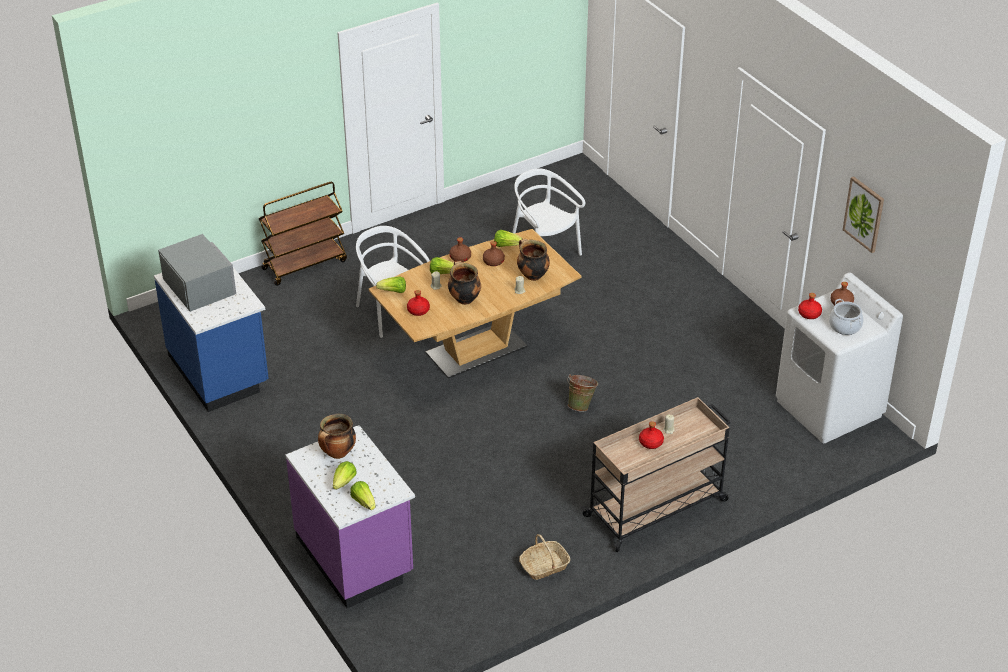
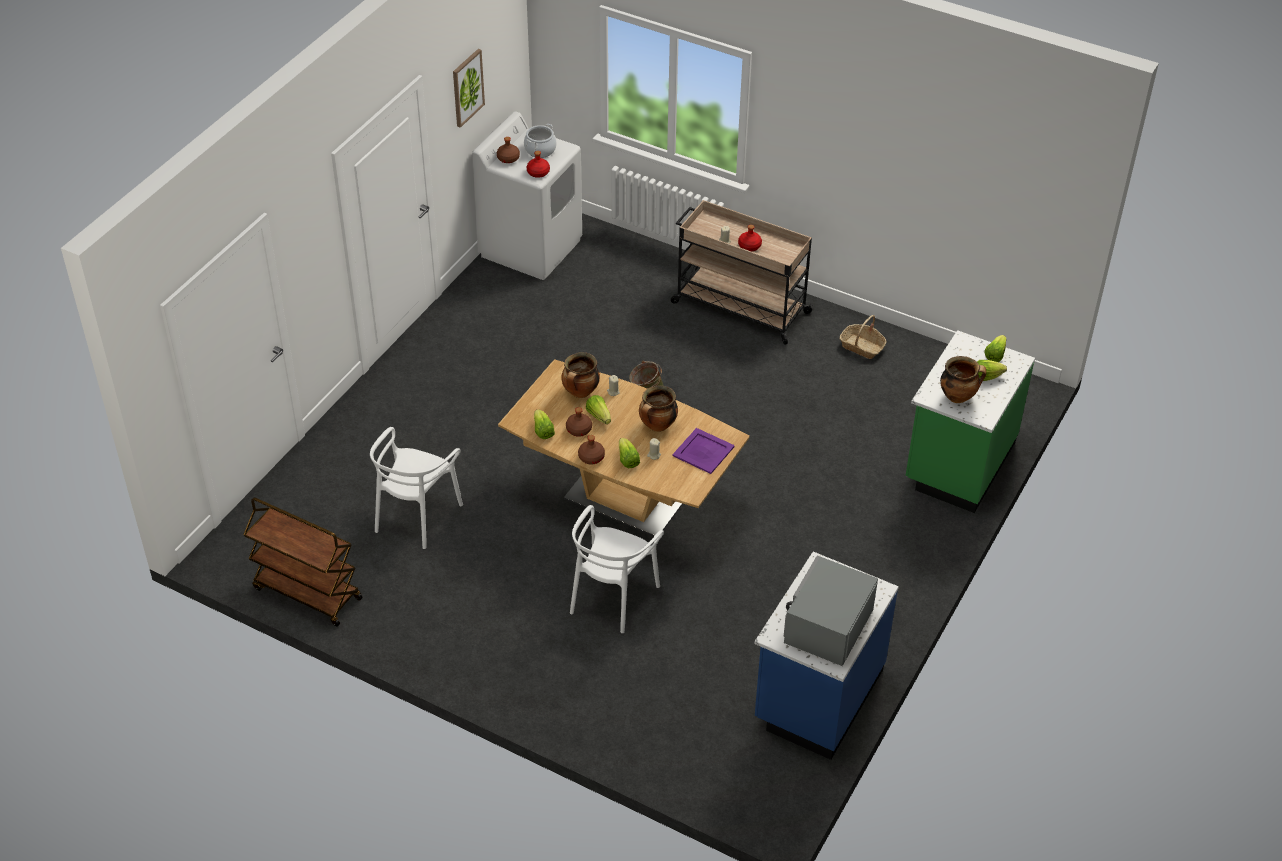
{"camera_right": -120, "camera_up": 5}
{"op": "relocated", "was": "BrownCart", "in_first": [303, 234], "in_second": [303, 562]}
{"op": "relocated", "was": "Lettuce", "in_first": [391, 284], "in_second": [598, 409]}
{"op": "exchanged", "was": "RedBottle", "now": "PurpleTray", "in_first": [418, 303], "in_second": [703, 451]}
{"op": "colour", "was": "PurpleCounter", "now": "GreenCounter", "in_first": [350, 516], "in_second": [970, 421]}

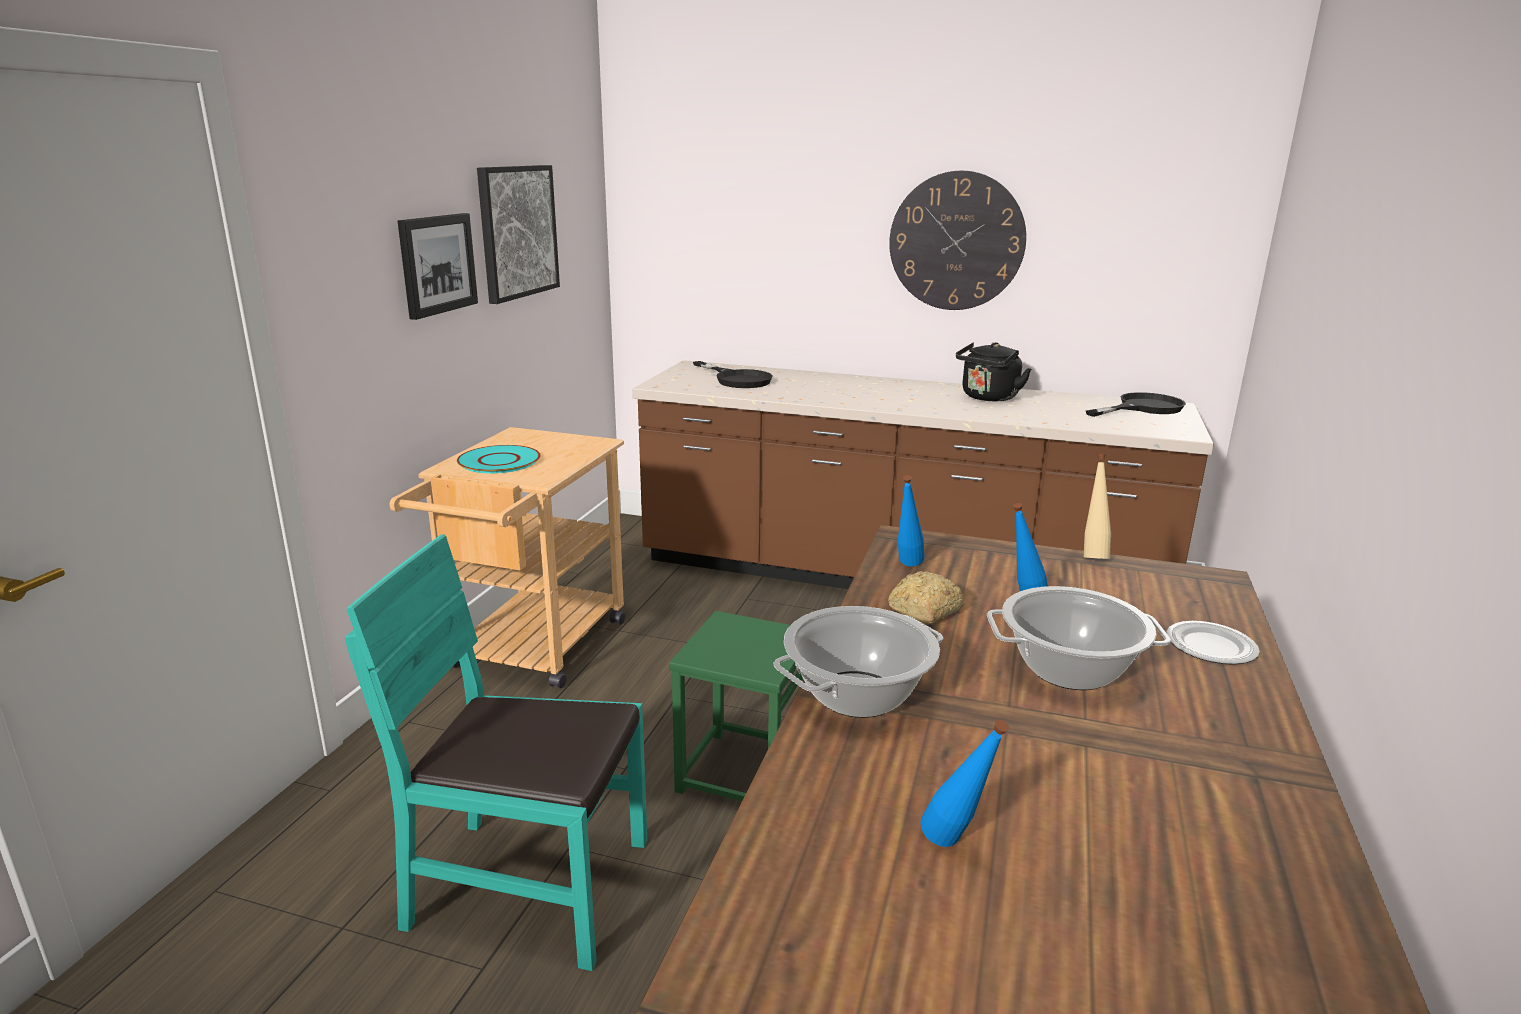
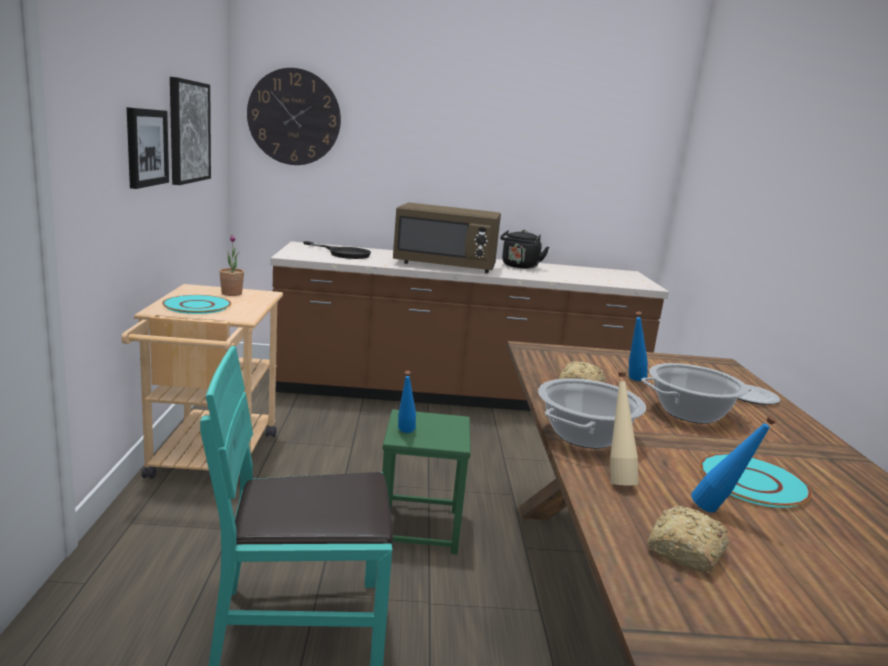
{"camera_right": -20, "camera_up": -5}
{"op": "appeared", "now": "PottedPlant", "in_second": [231, 265]}
{"op": "relocated", "was": "WallClock", "in_first": [957, 240], "in_second": [294, 116]}
{"op": "appeared", "now": "BrownMicrowave", "in_second": [447, 237]}
{"op": "relocated", "was": "BlueBottle", "in_first": [911, 520], "in_second": [407, 402]}
{"op": "relocated", "was": "BeigeBottle", "in_first": [1097, 506], "in_second": [624, 429]}
{"op": "appeared", "now": "Bread", "in_second": [688, 539]}
{"op": "appeared", "now": "TurquoisePlate", "in_second": [756, 480]}
{"op": "missing", "was": "BlackFryingPan", "in_first": [1136, 404]}

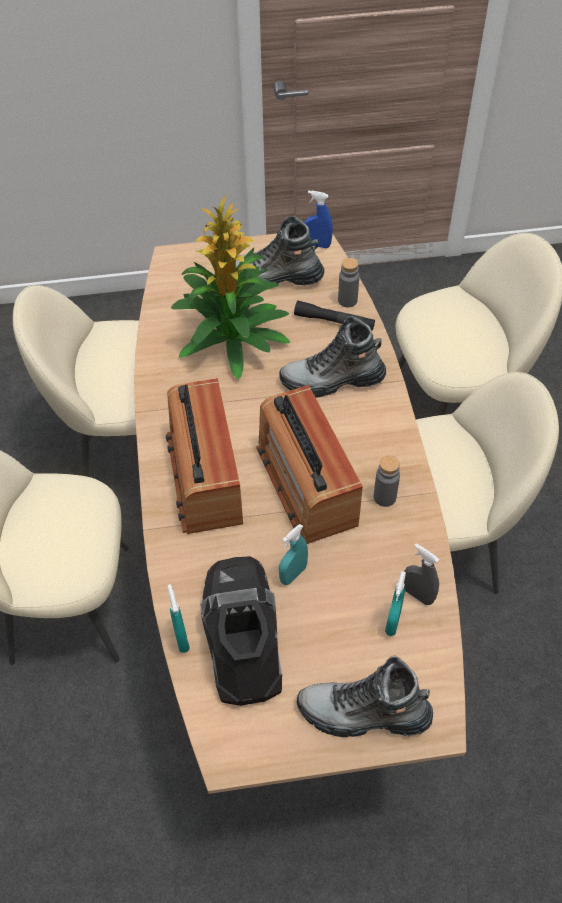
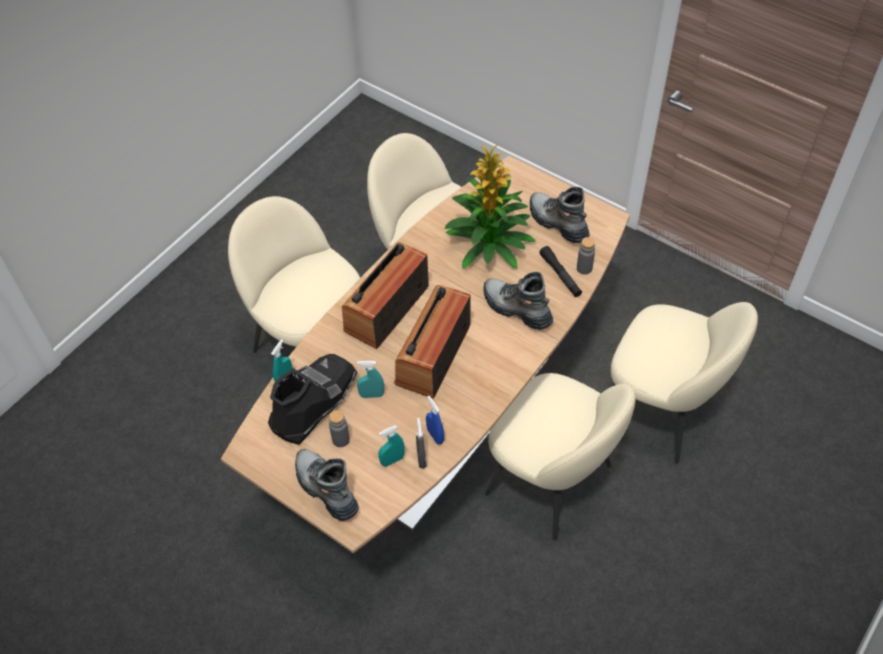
{"camera_right": 45, "camera_up": 0}
{"op": "relocated", "was": "GreyBottle", "in_first": [387, 481], "in_second": [339, 428]}
{"op": "relocated", "was": "BlueSprayBottle", "in_first": [318, 219], "in_second": [435, 420]}

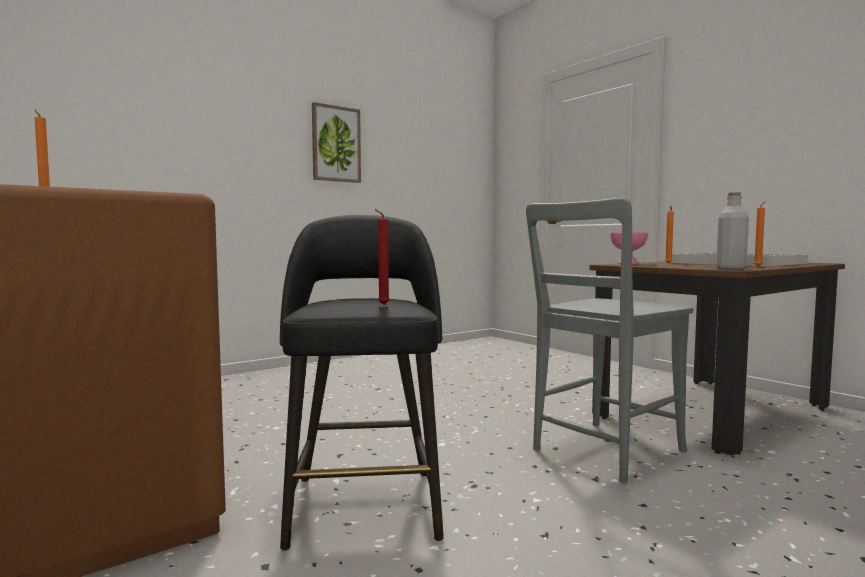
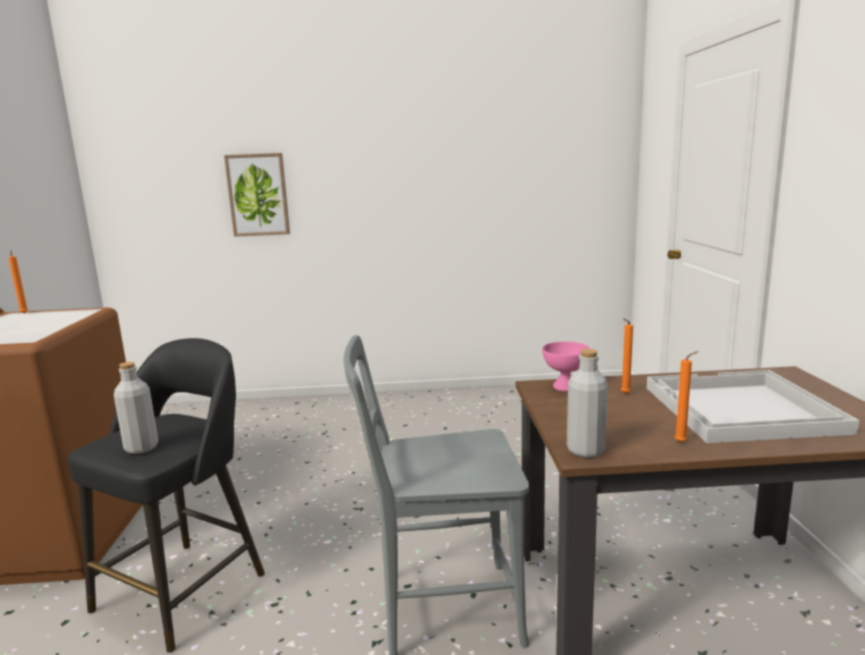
{"camera_right": 35, "camera_up": 10}
{"op": "exchanged", "was": "RedCandle", "now": "GreyBottle", "in_first": [382, 257], "in_second": [136, 408]}
{"op": "relocated", "was": "Picture", "in_first": [336, 142], "in_second": [257, 195]}

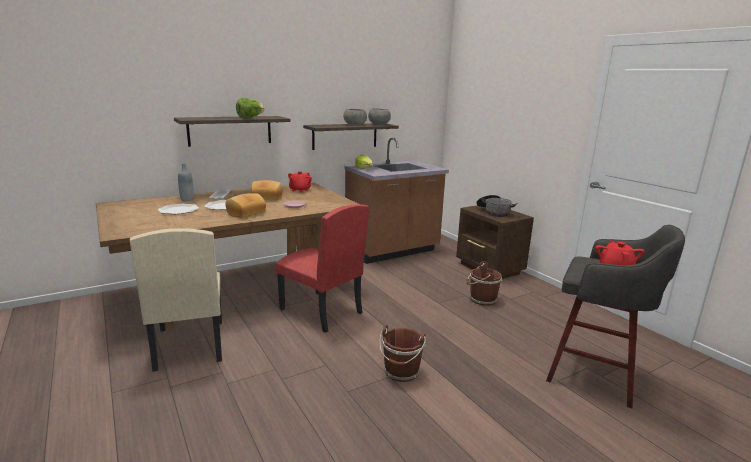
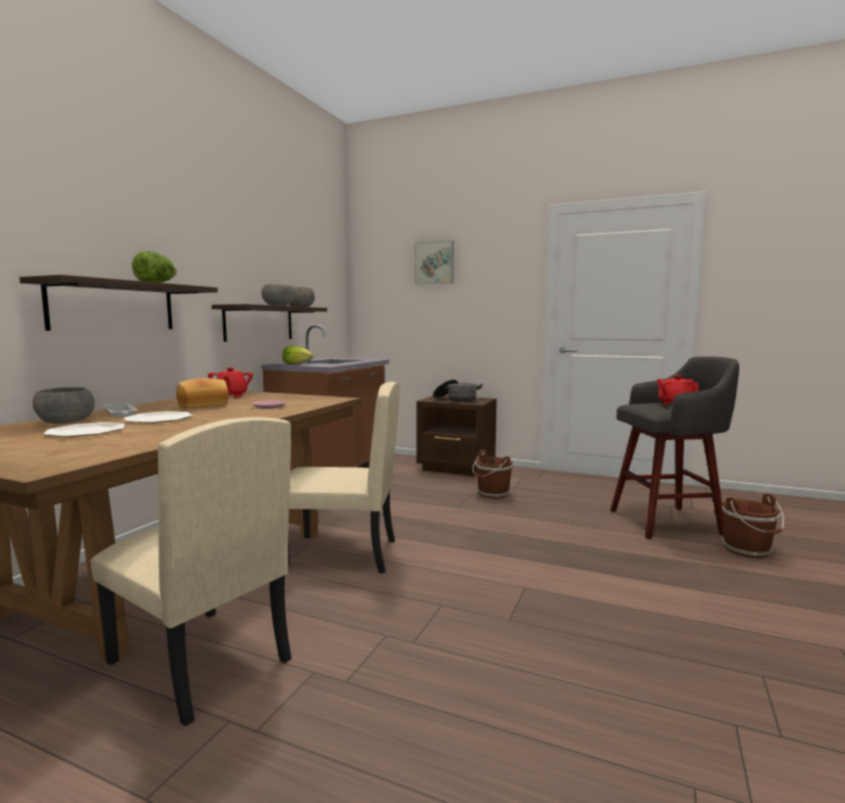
{"camera_right": -35, "camera_up": -10}
{"op": "exchanged", "was": "GreyBottle", "now": "GreyBowl", "in_first": [186, 182], "in_second": [63, 405]}
{"op": "colour", "was": "RedChair", "now": "BeigeChair", "in_first": [322, 268], "in_second": [344, 477]}
{"op": "appeared", "now": "Picture", "in_second": [434, 262]}
{"op": "relocated", "was": "BrownBucket", "in_first": [402, 353], "in_second": [753, 526]}
{"op": "missing", "was": "Bread", "in_first": [245, 205]}

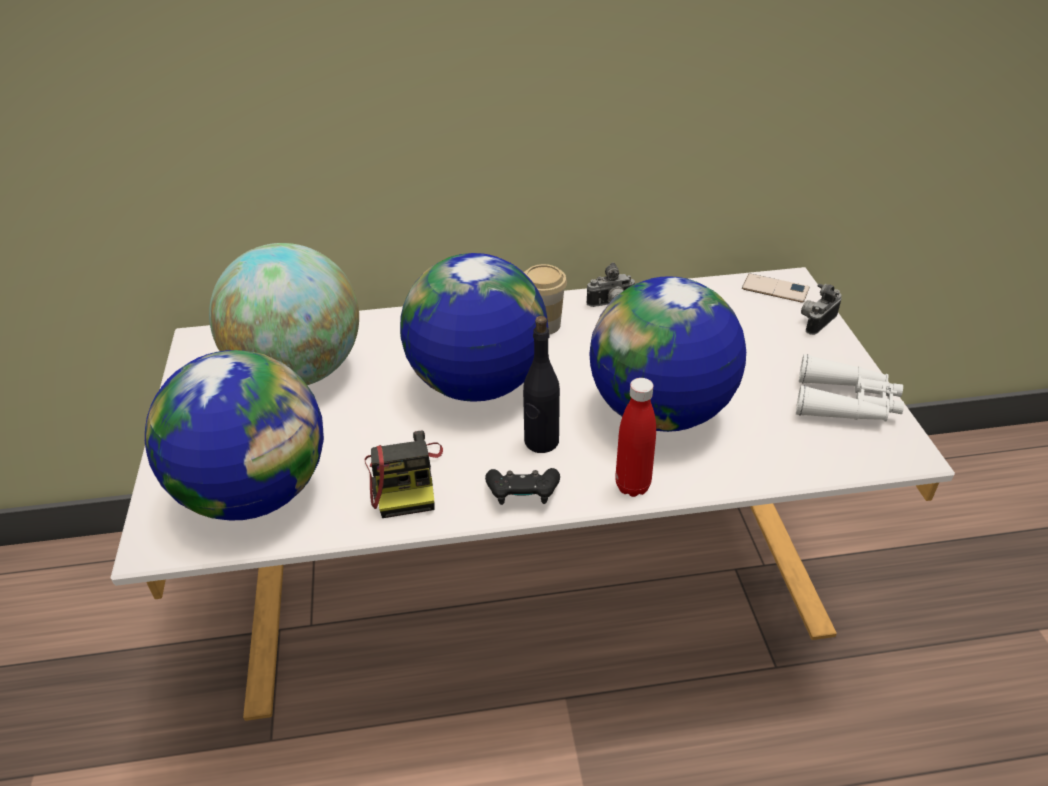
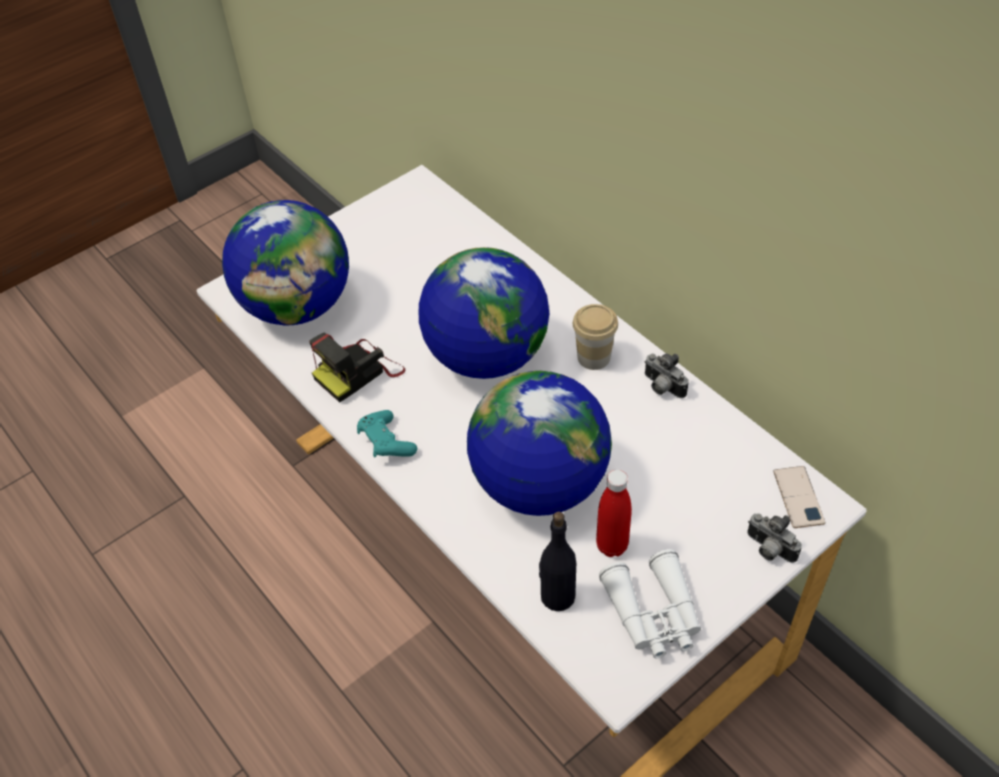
{"camera_right": 60, "camera_up": 10}
{"op": "colour", "was": "BlackGameController", "now": "TurquoiseGameController", "in_first": [522, 486], "in_second": [387, 433]}
{"op": "relocated", "was": "BlackBottle", "in_first": [541, 384], "in_second": [557, 561]}
{"op": "relocated", "was": "RedBottle", "in_first": [635, 437], "in_second": [614, 513]}
{"op": "spun", "was": "PhotoCamera", "in_first": [821, 309], "in_second": [774, 538], "clockwise": -150}
{"op": "missing", "was": "Globe", "in_first": [284, 314]}

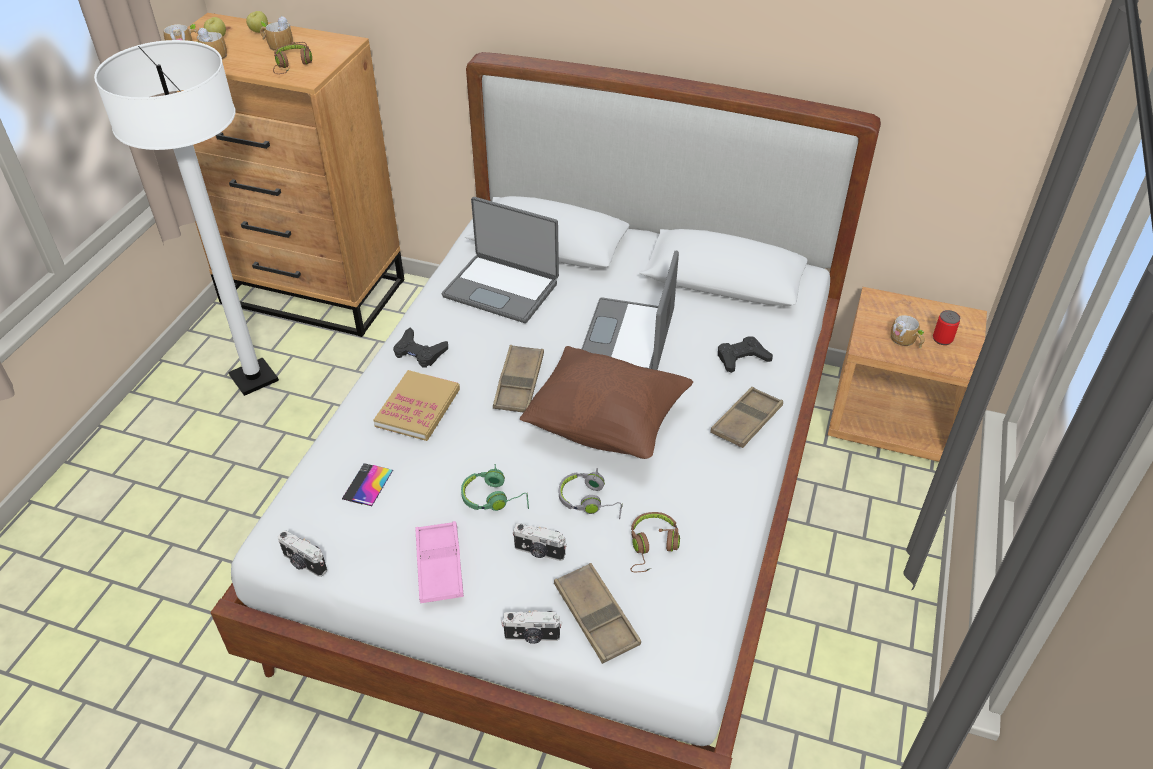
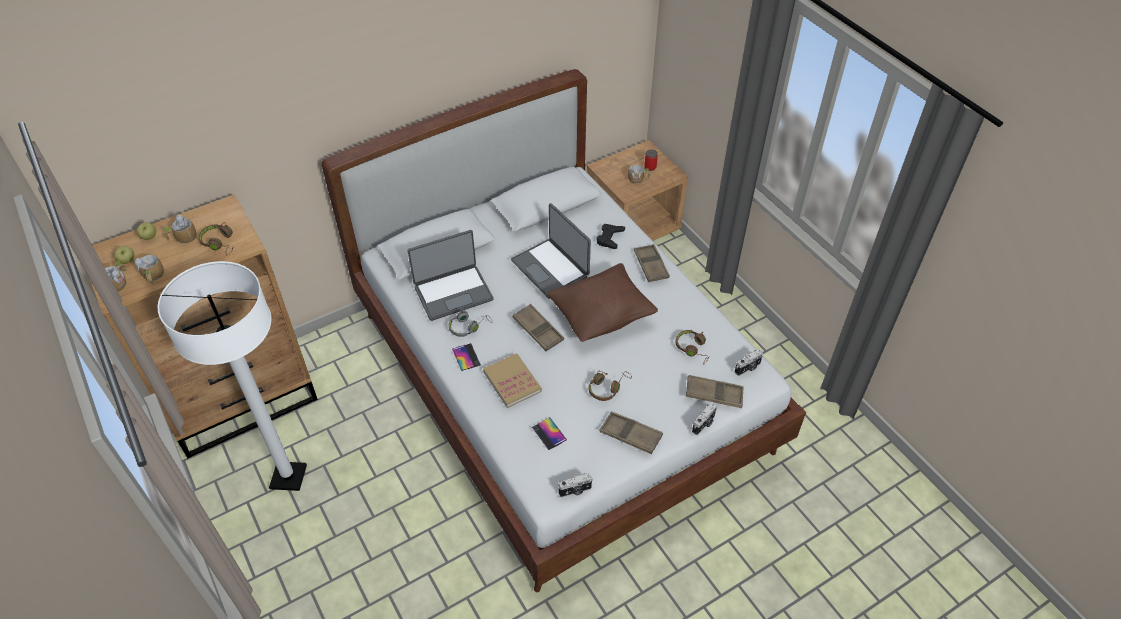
{"camera_right": -50, "camera_up": 5}
{"op": "relocated", "was": "GreyHeadphones", "in_first": [591, 493], "in_second": [470, 322]}
{"op": "exchanged", "was": "BlackGameController", "now": "Phone", "in_first": [420, 348], "in_second": [466, 357]}
{"op": "colour", "was": "GreenHeadphones", "now": "BrownHeadphones", "in_first": [495, 487], "in_second": [610, 386]}
{"op": "colour", "was": "PinkTray", "now": "BrownTray", "in_first": [440, 562], "in_second": [631, 432]}
{"op": "relocated", "was": "PhotoCamera", "in_first": [540, 542], "in_second": [749, 362]}

